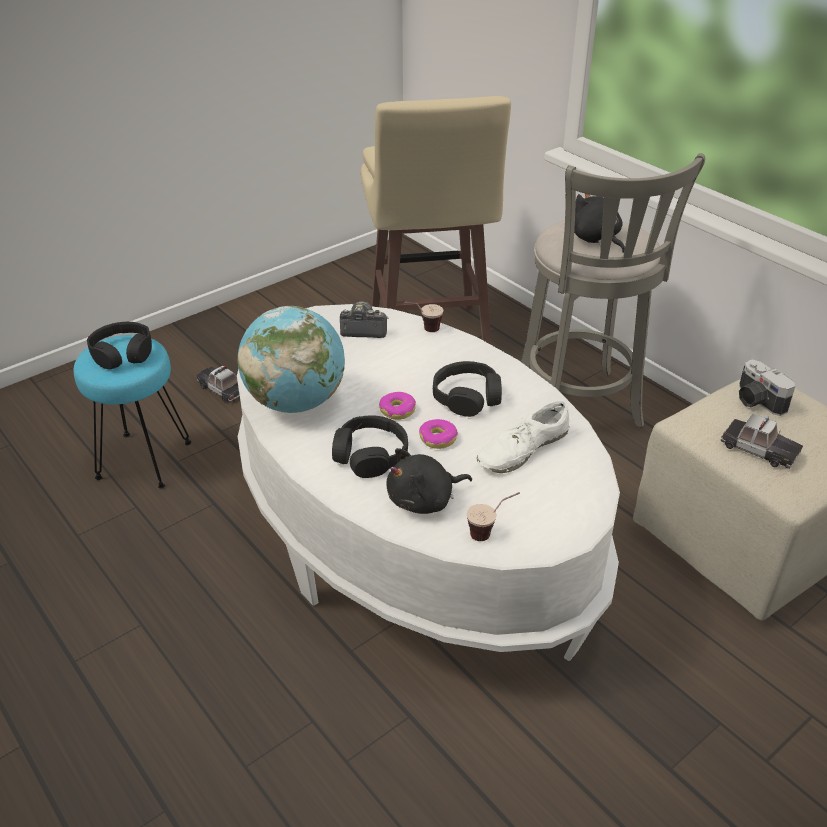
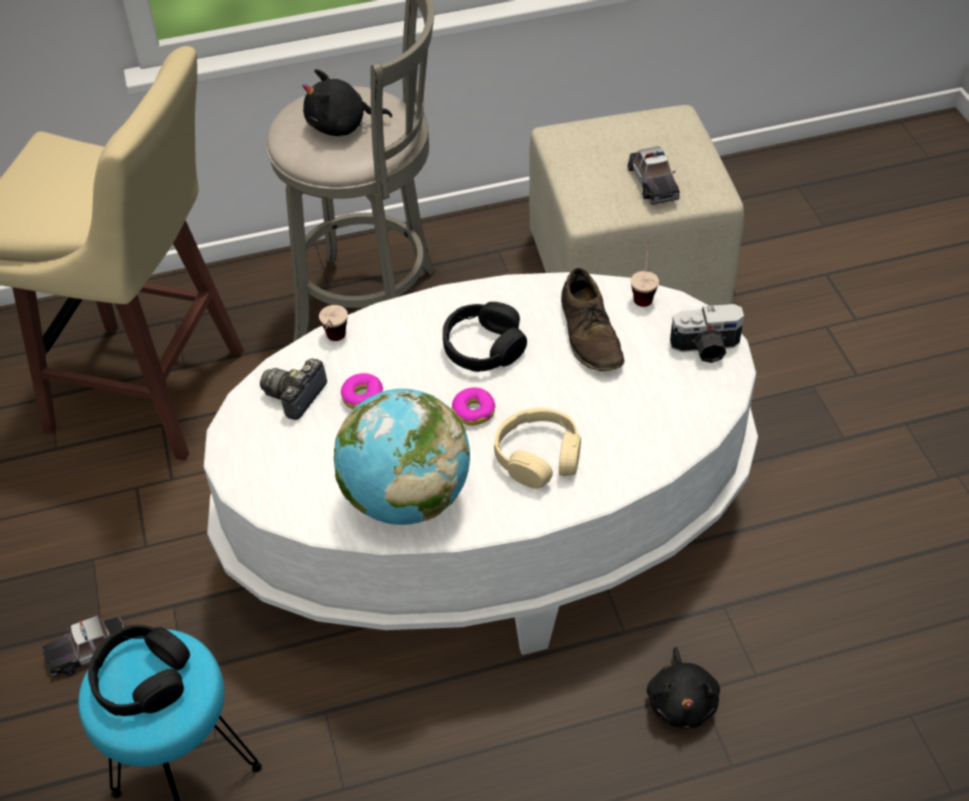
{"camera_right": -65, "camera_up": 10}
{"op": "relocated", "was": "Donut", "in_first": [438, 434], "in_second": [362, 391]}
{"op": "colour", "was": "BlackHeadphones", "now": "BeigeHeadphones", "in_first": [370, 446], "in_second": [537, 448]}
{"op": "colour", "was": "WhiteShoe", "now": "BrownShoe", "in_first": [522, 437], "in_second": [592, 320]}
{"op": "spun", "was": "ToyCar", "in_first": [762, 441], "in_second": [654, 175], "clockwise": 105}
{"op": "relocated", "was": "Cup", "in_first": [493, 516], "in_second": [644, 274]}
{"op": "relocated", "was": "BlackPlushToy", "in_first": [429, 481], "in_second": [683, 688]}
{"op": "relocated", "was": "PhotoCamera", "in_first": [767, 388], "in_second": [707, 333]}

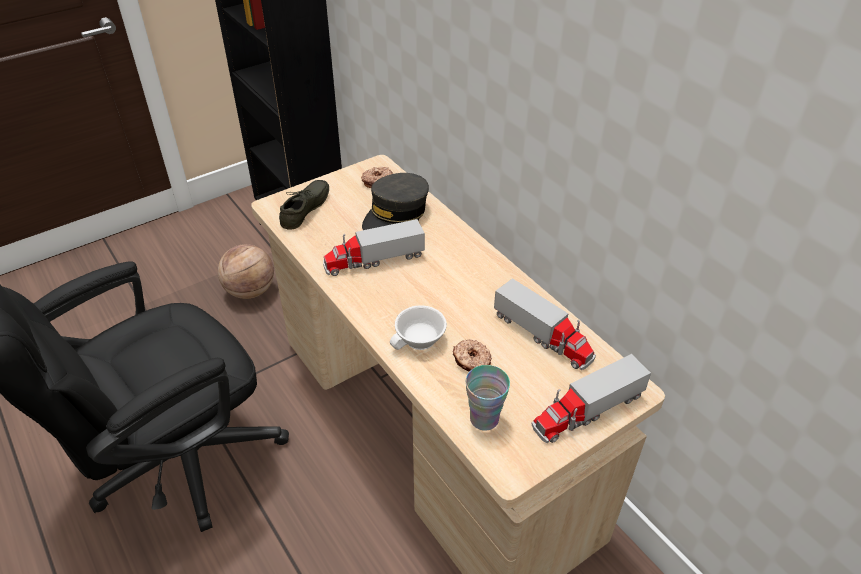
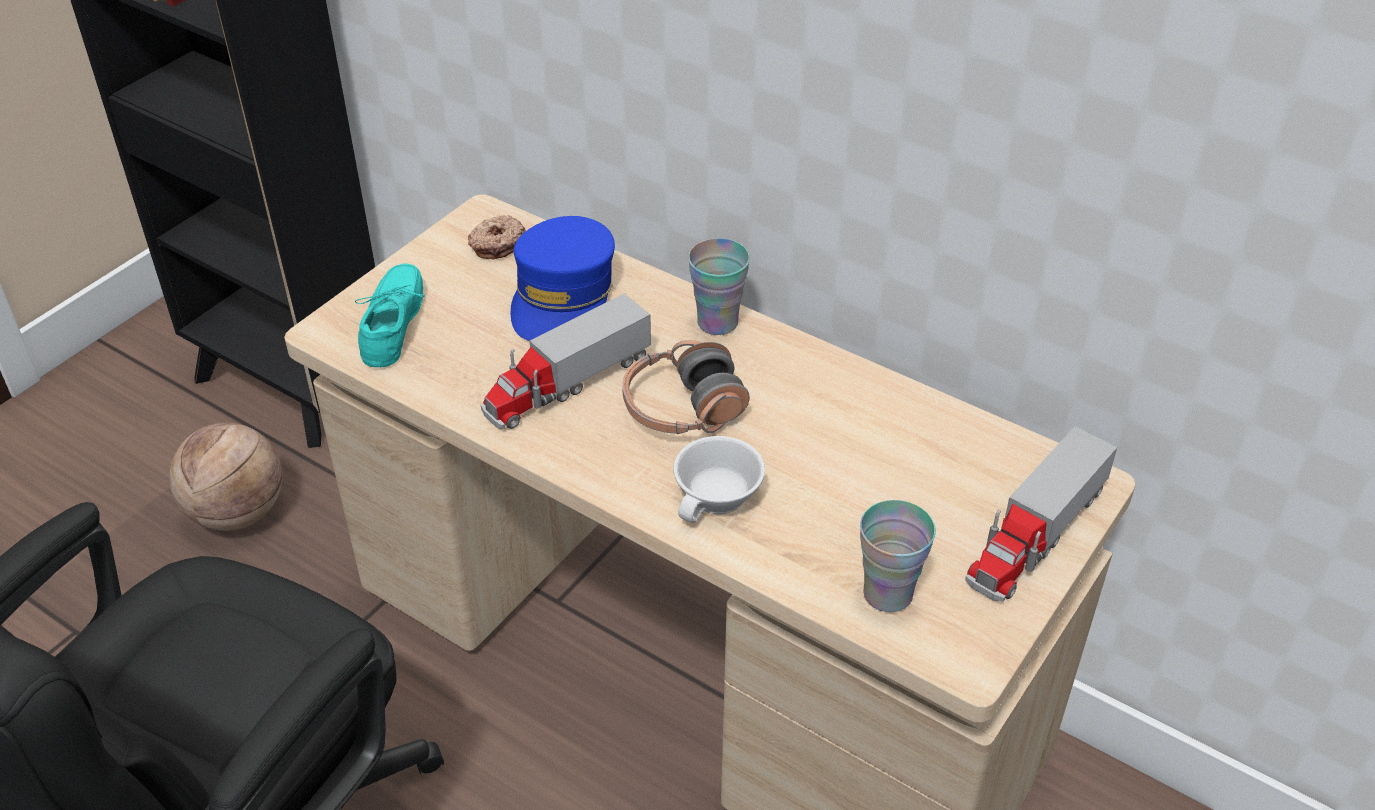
{"camera_right": -20, "camera_up": 0}
{"op": "colour", "was": "GreyShoe", "now": "TurquoiseShoe", "in_first": [304, 205], "in_second": [390, 315]}
{"op": "colour", "was": "GreyCap", "now": "BlueCap", "in_first": [395, 201], "in_second": [562, 278]}
{"op": "appeared", "now": "Headphones", "in_second": [686, 387]}
{"op": "appeared", "now": "Cup", "in_second": [719, 286]}
{"op": "missing", "was": "Donut", "in_first": [472, 355]}
{"op": "missing", "was": "ToyTruck", "in_first": [545, 324]}

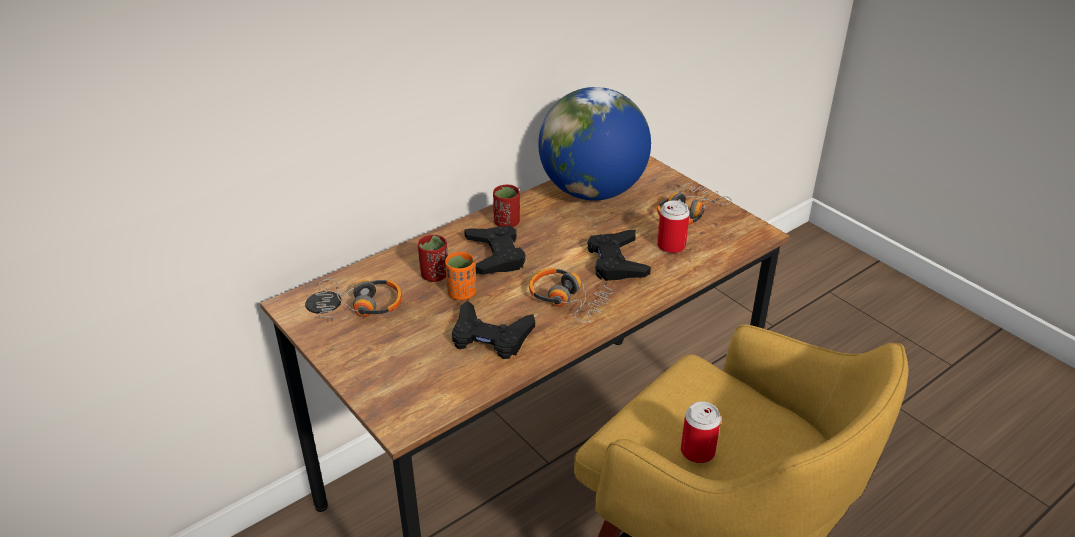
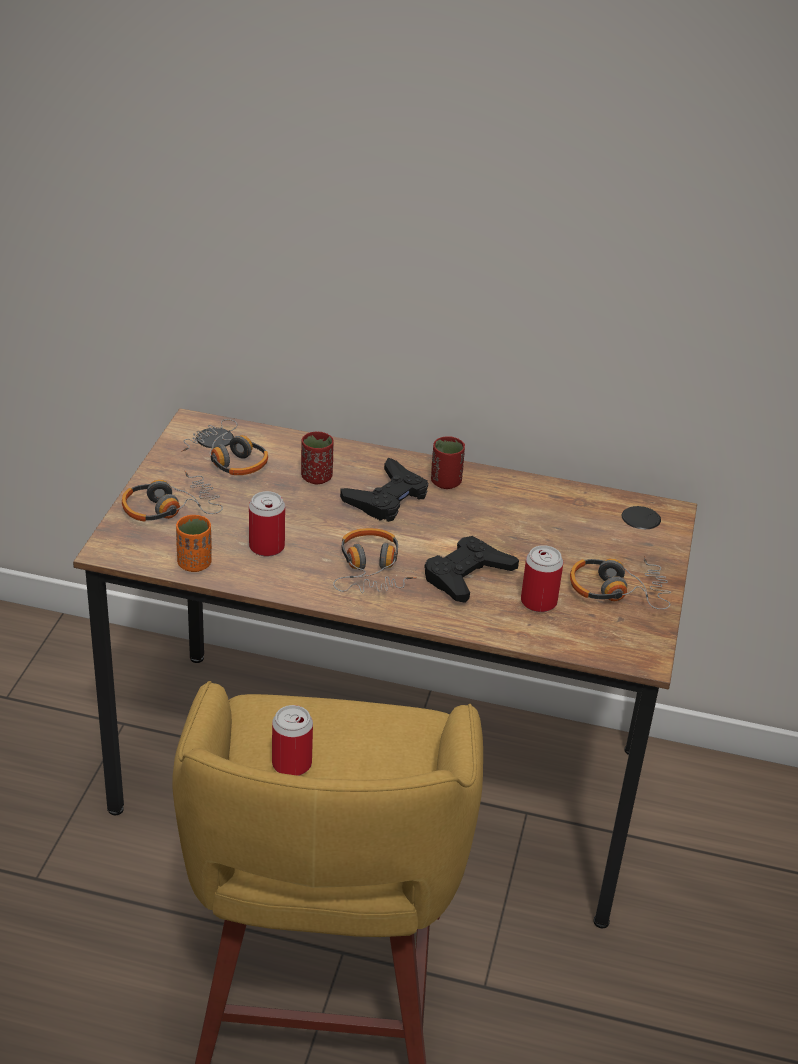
{"camera_right": 50, "camera_up": 0}
{"op": "appeared", "now": "Headphones", "in_second": [172, 496]}
{"op": "relocated", "was": "OrangeCup", "in_first": [460, 276], "in_second": [194, 543]}
{"op": "exchanged", "was": "BlackGameController", "now": "Can", "in_first": [493, 330], "in_second": [267, 523]}
{"op": "missing", "was": "Globe", "in_first": [594, 144]}

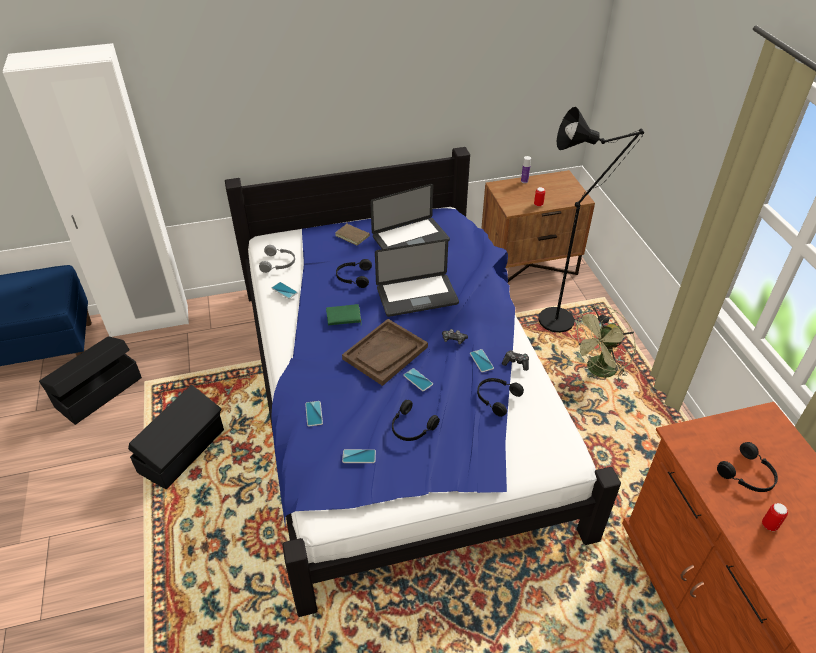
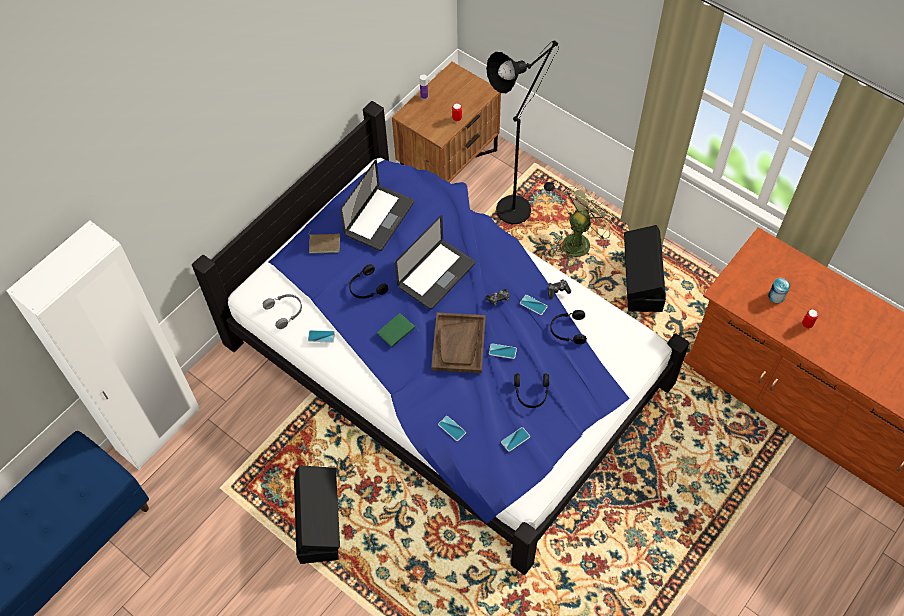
{"camera_right": -35, "camera_up": 15}
{"op": "spun", "was": "GreenFan", "in_first": [603, 343], "in_second": [585, 220], "clockwise": -150}
{"op": "relocated", "was": "BlackStorageBox", "in_first": [90, 380], "in_second": [645, 268]}
{"op": "exchanged", "was": "BlackHeadphones", "now": "Can", "in_first": [747, 467], "in_second": [779, 290]}

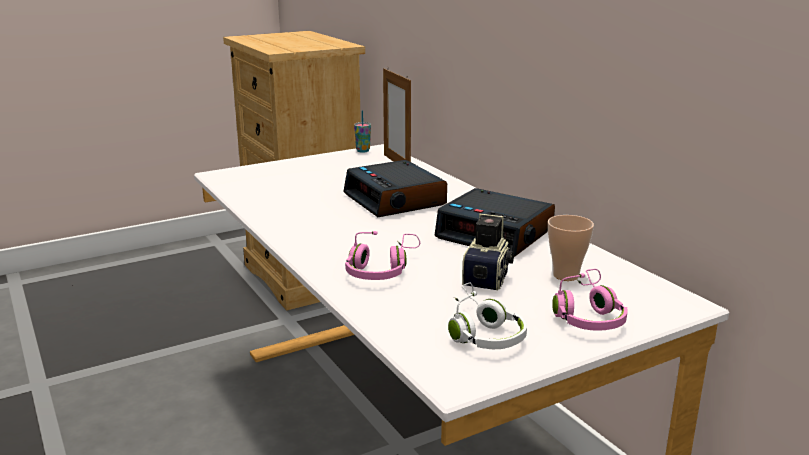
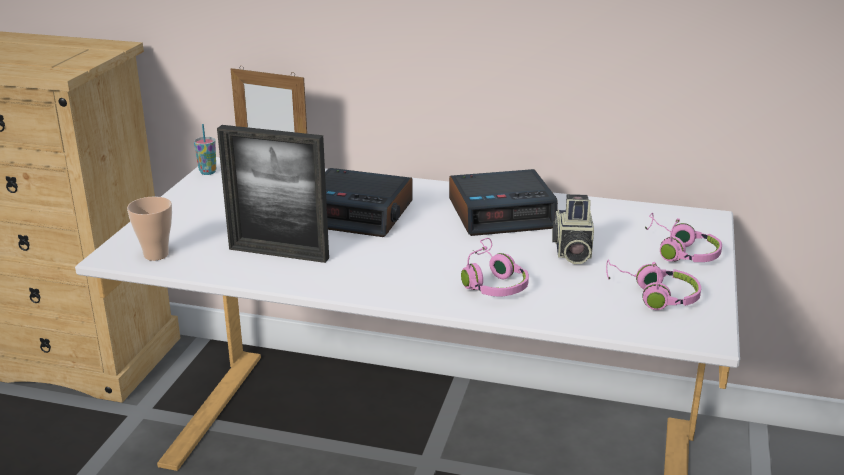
{"camera_right": -45, "camera_up": 5}
{"op": "relocated", "was": "Cup", "in_first": [571, 248], "in_second": [149, 228]}
{"op": "appeared", "now": "PictureFrame", "in_second": [273, 194]}
{"op": "spun", "was": "PhotoCamera", "in_first": [488, 252], "in_second": [573, 229], "clockwise": -150}
{"op": "colour", "was": "WhiteHeadphones", "now": "PinkHeadphones", "in_first": [487, 315], "in_second": [653, 284]}

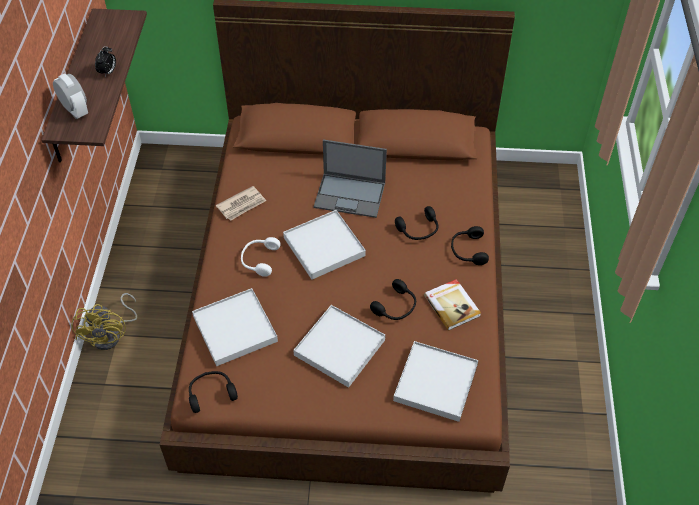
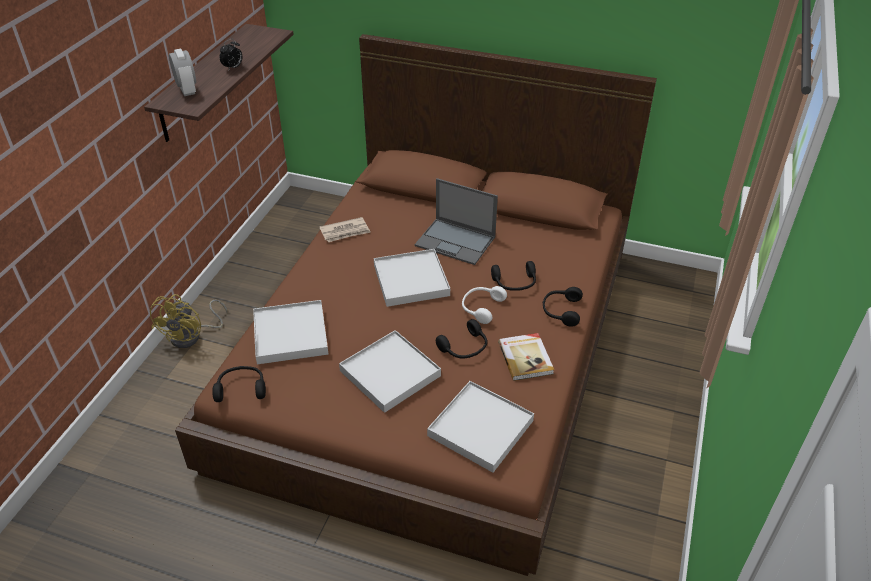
{"camera_right": 15, "camera_up": -10}
{"op": "relocated", "was": "WhiteHeadphones", "in_first": [261, 257], "in_second": [484, 305]}

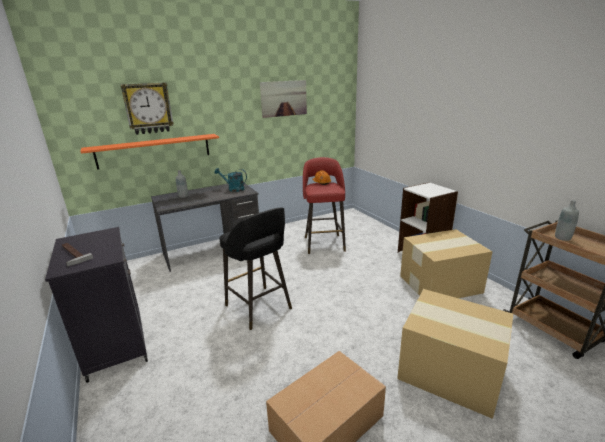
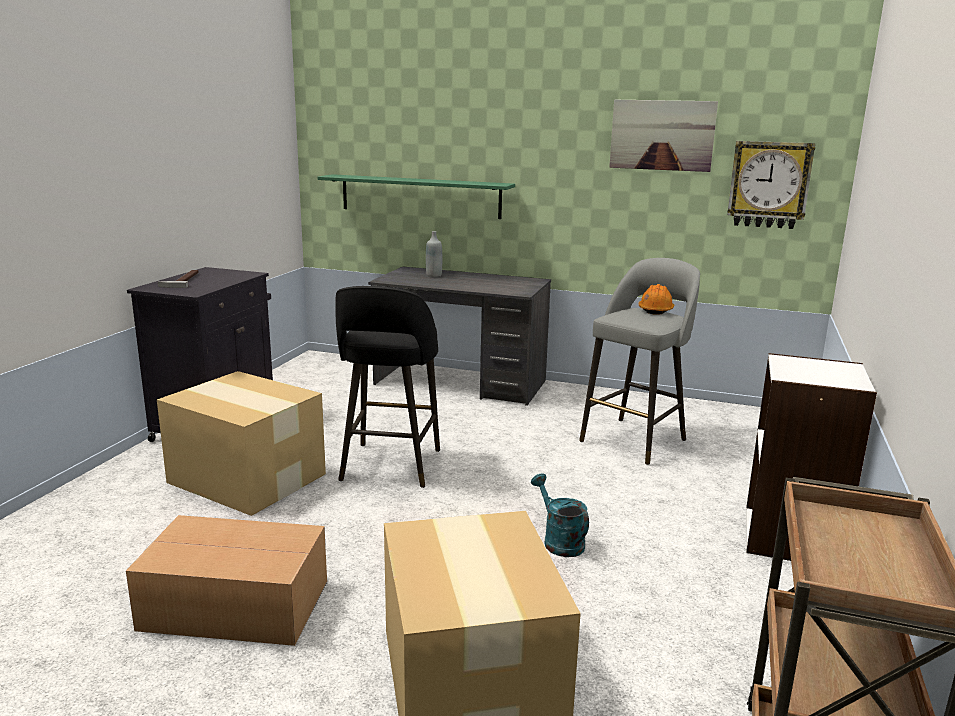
{"camera_right": 45, "camera_up": -5}
{"op": "relocated", "was": "CardboardBox", "in_first": [446, 263], "in_second": [241, 443]}
{"op": "colour", "was": "OrangeShelf", "now": "GreenShelf", "in_first": [149, 152], "in_second": [416, 196]}
{"op": "relocated", "was": "TurquoiseWateringCan", "in_first": [230, 180], "in_second": [560, 515]}
{"op": "colour", "was": "RedStool", "now": "GreyStool", "in_first": [324, 205], "in_second": [639, 361]}
{"op": "relocated", "was": "WallClock", "in_first": [147, 109], "in_second": [771, 185]}
{"op": "missing", "was": "GreyBottle", "in_first": [567, 220]}

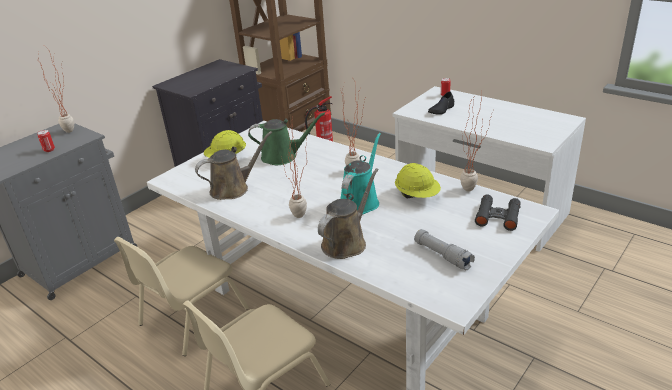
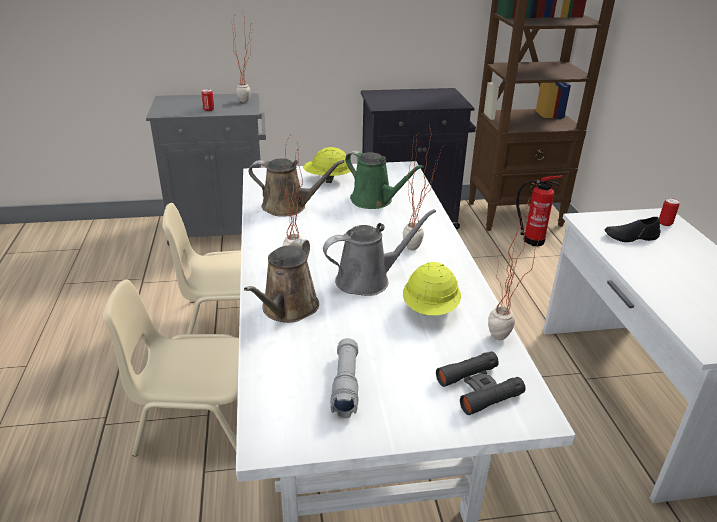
{"camera_right": 40, "camera_up": 0}
{"op": "spun", "was": "BrownWateringCan", "in_first": [348, 213], "in_second": [281, 281], "clockwise": 120}
{"op": "colour", "was": "TurquoiseWateringCan", "now": "GreyWateringCan", "in_first": [360, 173], "in_second": [379, 252]}

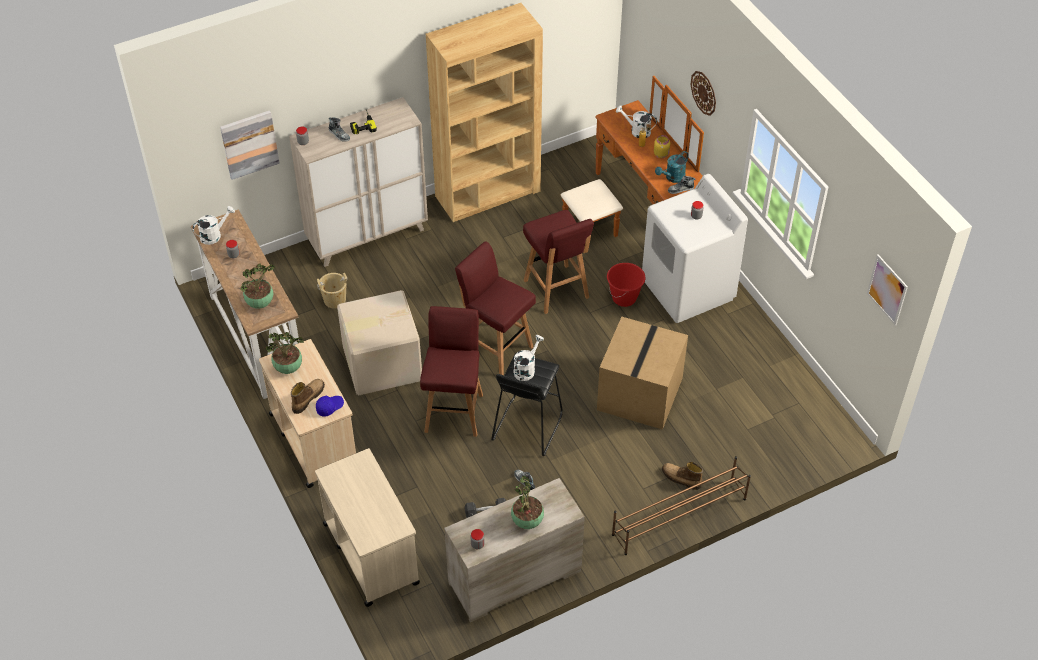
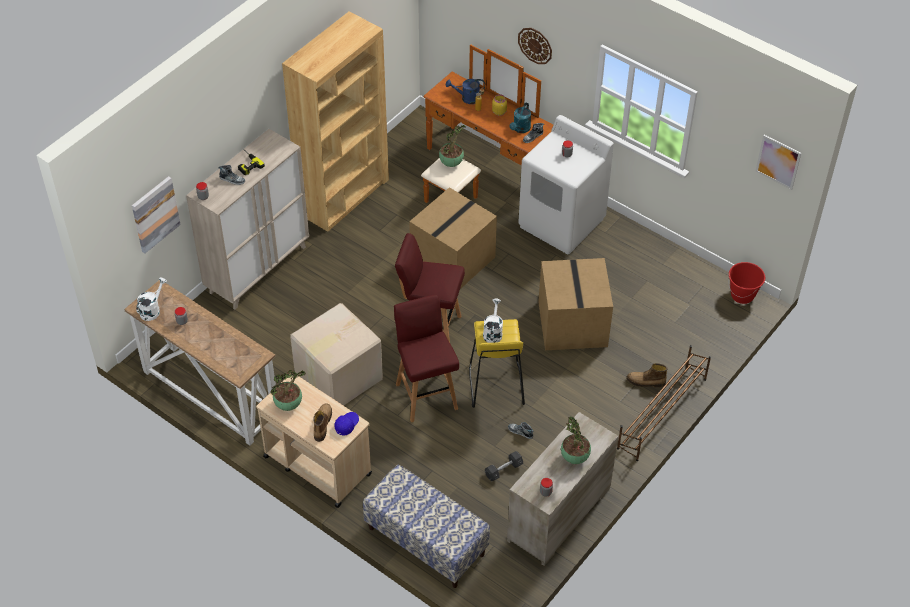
{"camera_right": -25, "camera_up": 0}
{"op": "exchanged", "was": "BeigeCart", "now": "Bench", "in_first": [367, 527], "in_second": [426, 526]}
{"op": "exchanged", "was": "RedStool", "now": "CardboardBox", "in_first": [558, 262], "in_second": [453, 238]}
{"op": "relocated", "was": "PottedPlant", "in_first": [257, 286], "in_second": [452, 146]}
{"op": "colour", "was": "WhiteWateringCan", "now": "BlueWateringCan", "in_first": [636, 121], "in_second": [465, 91]}
{"op": "colour", "was": "BlackStool", "now": "YellowStool", "in_first": [527, 404], "in_second": [497, 363]}
{"op": "relocated", "was": "RedBucket", "in_first": [626, 285], "in_second": [746, 283]}
{"op": "missing", "was": "BeigeBucket", "in_first": [332, 290]}

